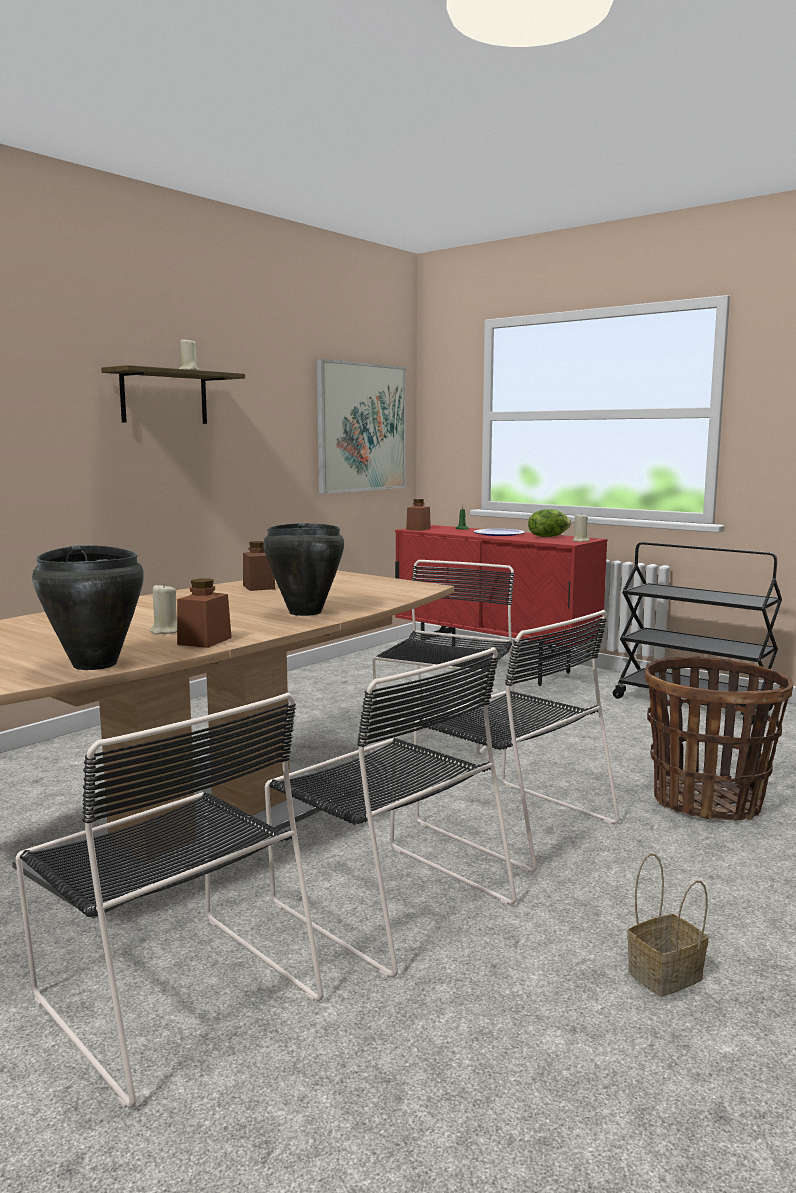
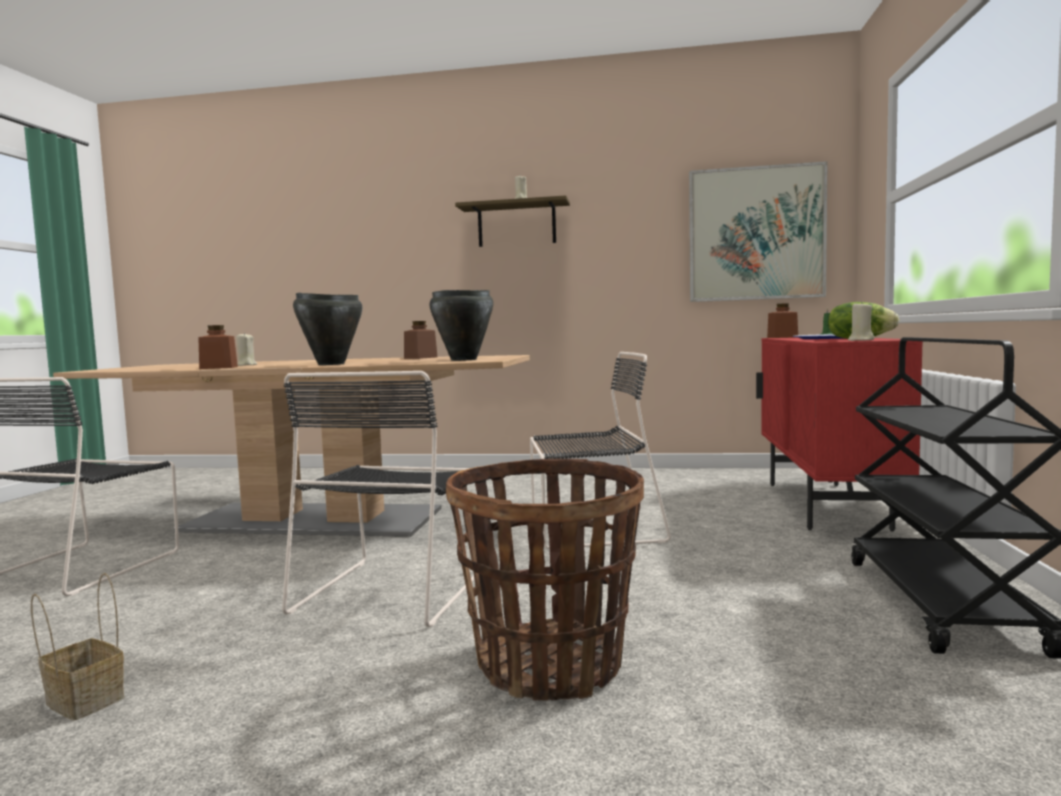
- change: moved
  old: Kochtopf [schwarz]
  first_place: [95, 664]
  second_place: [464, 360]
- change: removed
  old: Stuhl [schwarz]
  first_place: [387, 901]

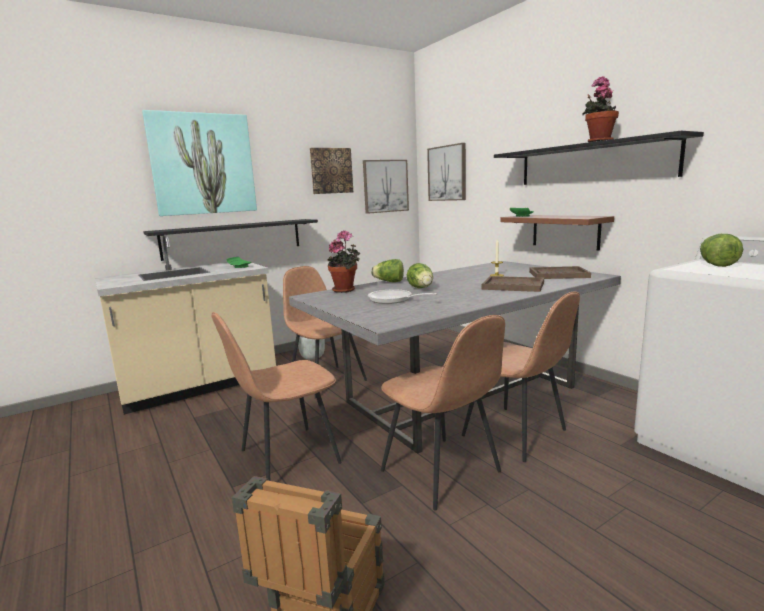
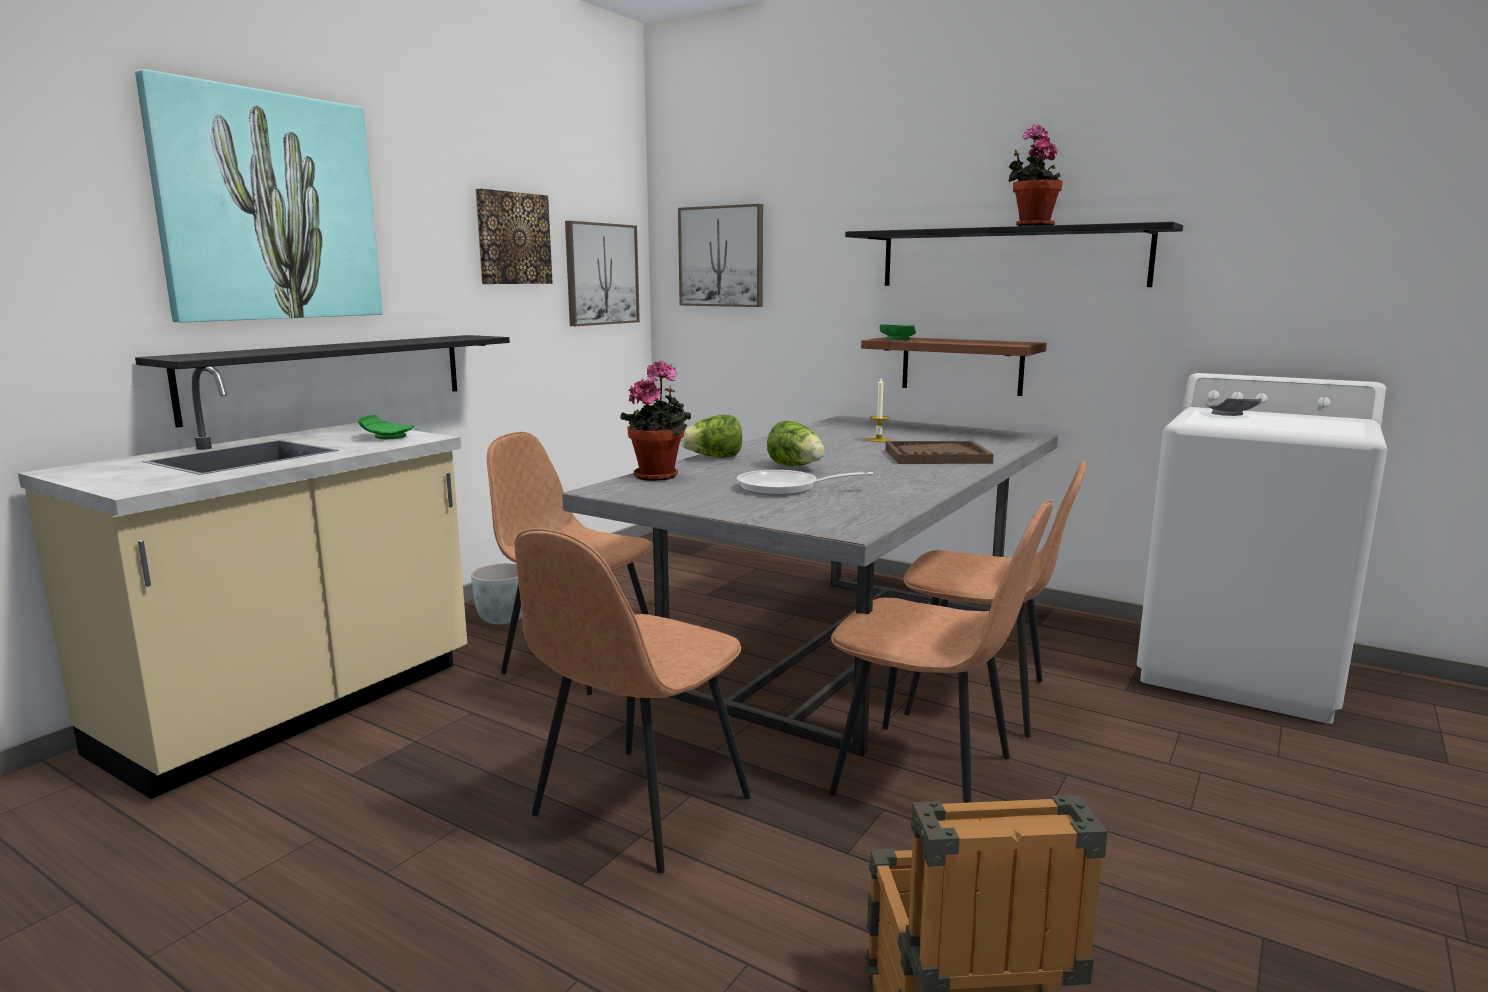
- change: removed
  old: Tablett [braun]
  first_place: [558, 274]
- change: replaced
  old: Salatkopf
  new: Teller [grau]
  first_place: [716, 264]
  second_place: [1229, 415]

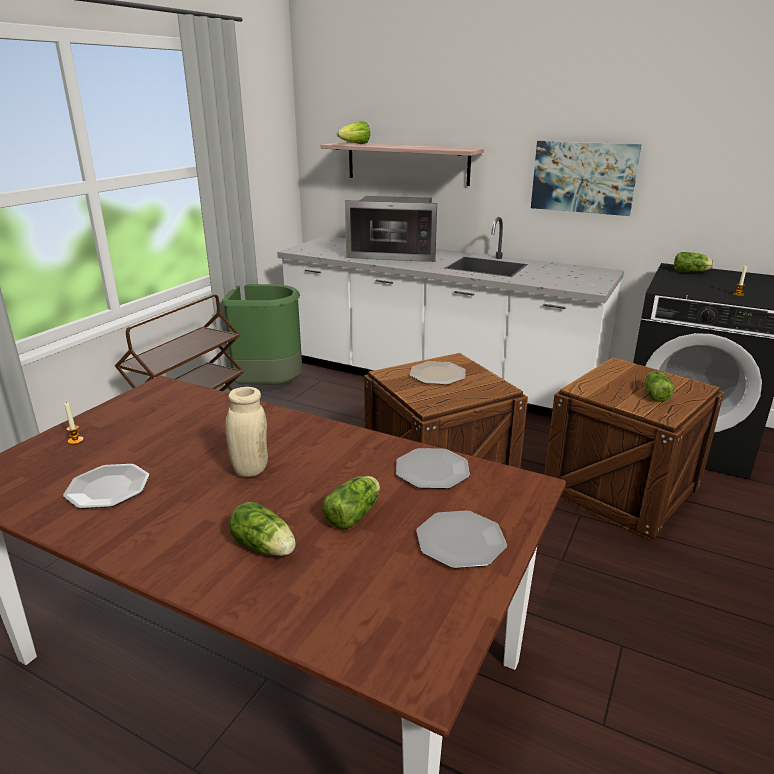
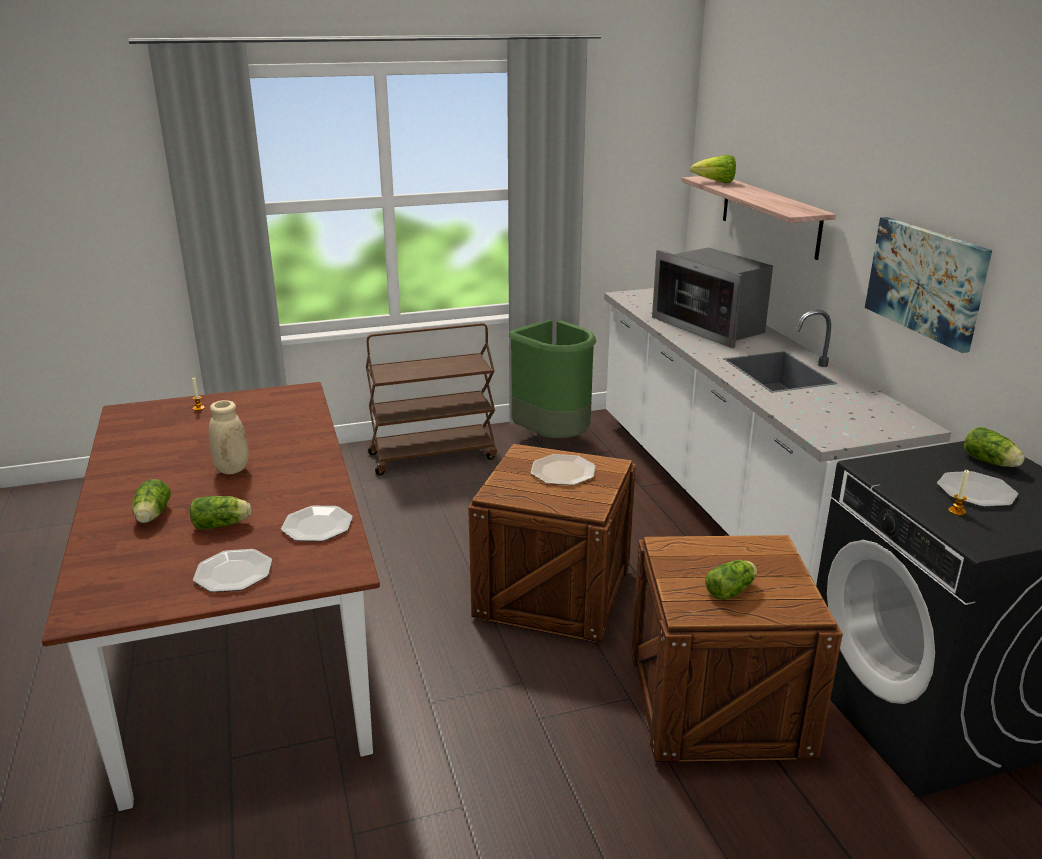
- change: moved
  old: Teller
  first_place: [108, 488]
  second_place: [976, 491]

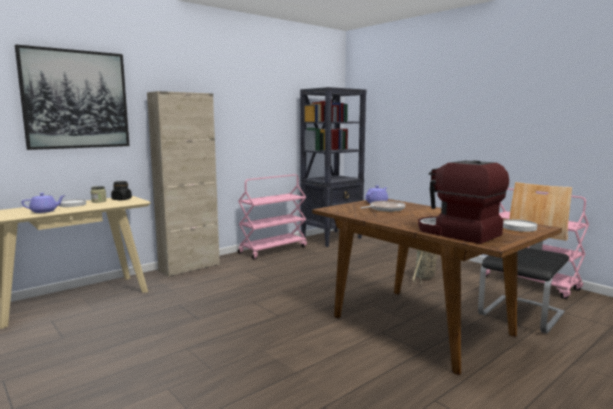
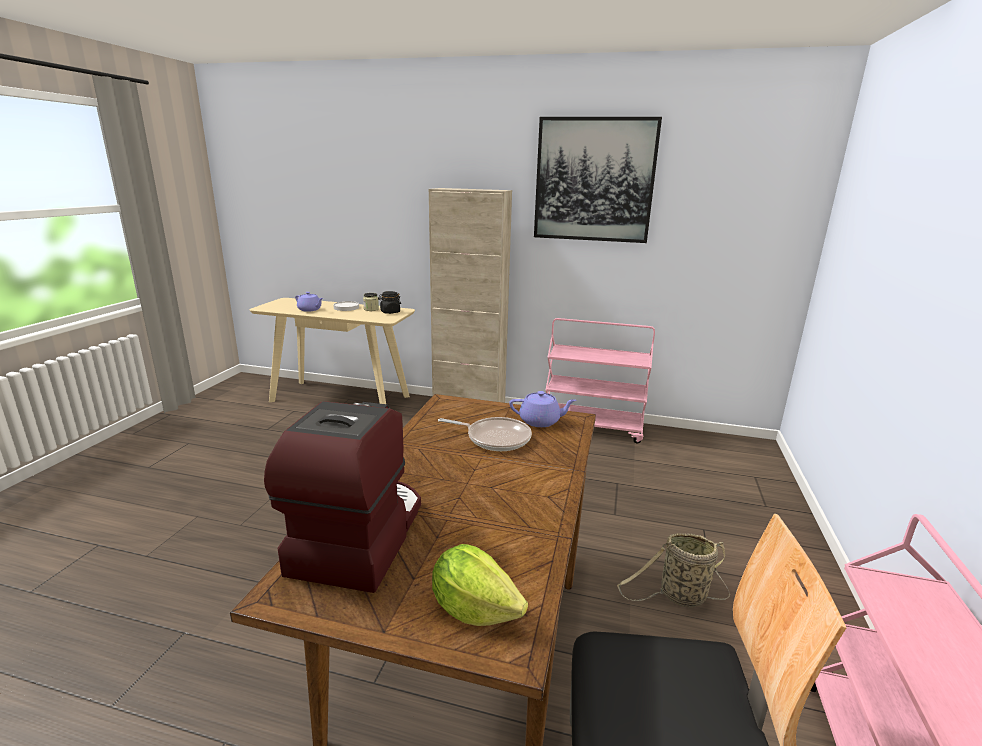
- change: moved
  old: Bild
  first_place: [76, 99]
  second_place: [594, 180]
- change: removed
  old: Bücherregal [schwarz]
  first_place: [332, 238]
- change: replaced
  old: Teller [weiß]
  new: Salatkopf
  first_place: [518, 227]
  second_place: [474, 609]

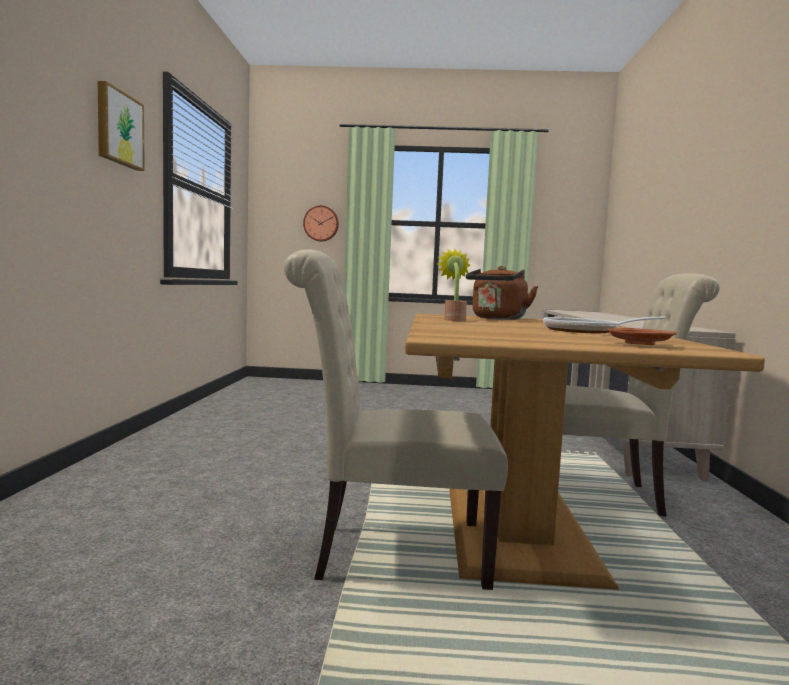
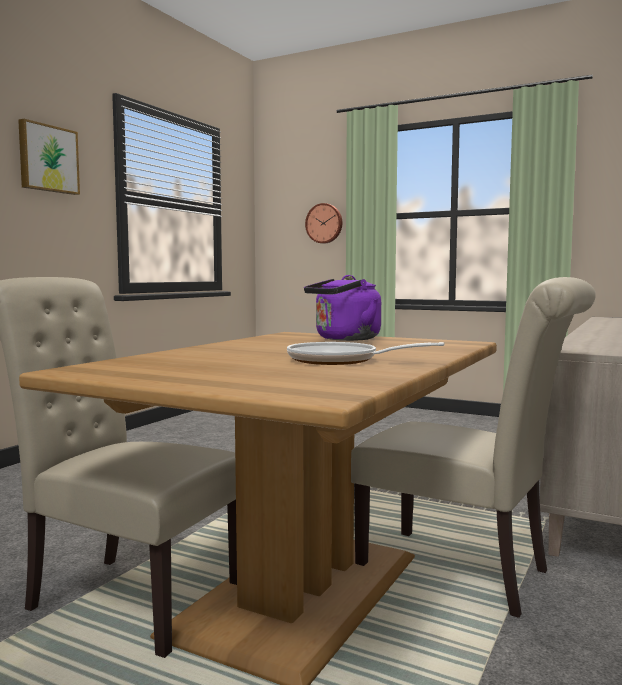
- change: removed
  old: Topfpflanze
  first_place: [453, 320]
- change: recoloured
  old: Wasserkessel [braun]
  new: Wasserkessel [lila]
  first_place: [497, 318]
  second_place: [344, 339]
- change: removed
  old: Teller [braun]
  first_place: [640, 344]

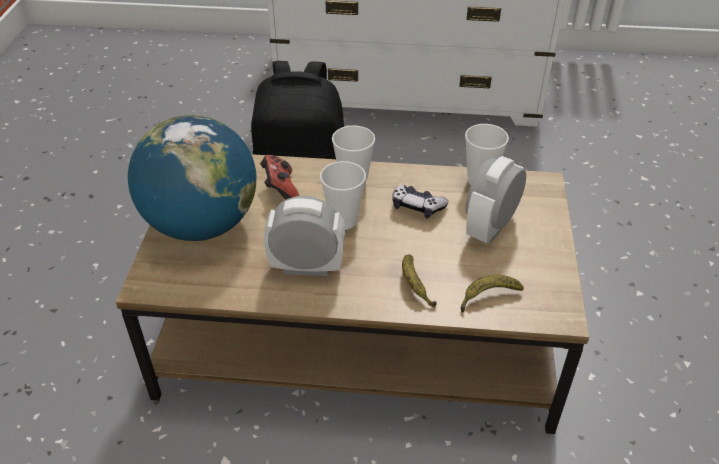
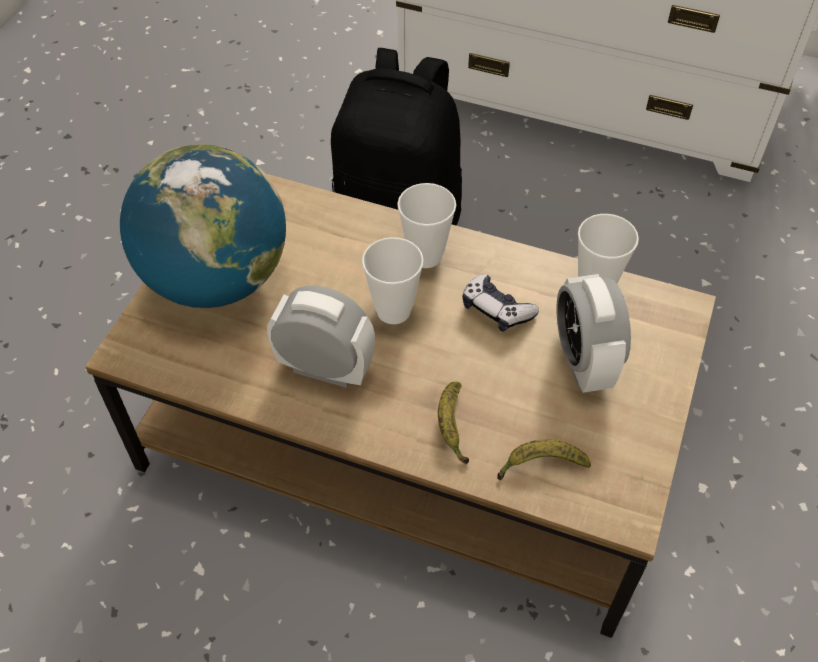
- change: removed
  old: Gamepad
  first_place: [280, 189]
- change: turned
  old: Wecker
  first_place: [490, 227]
  second_place: [583, 361]
  degrees: -60

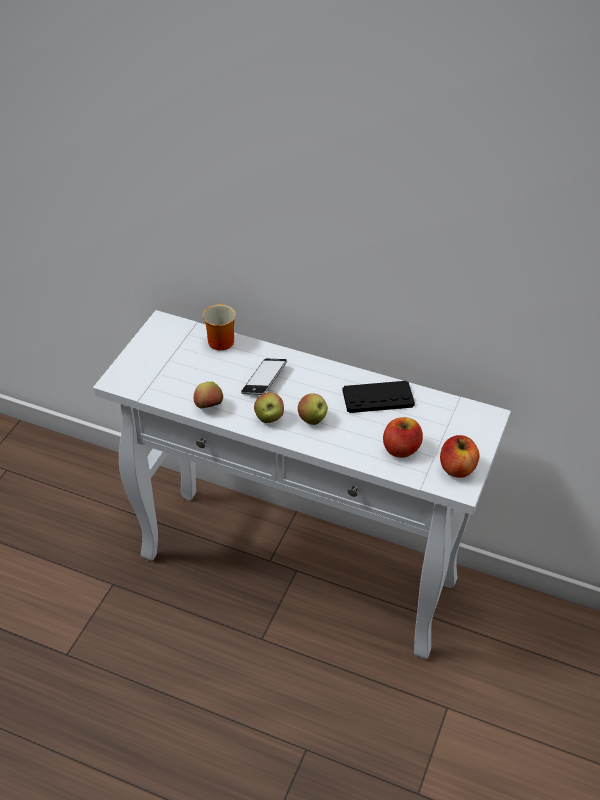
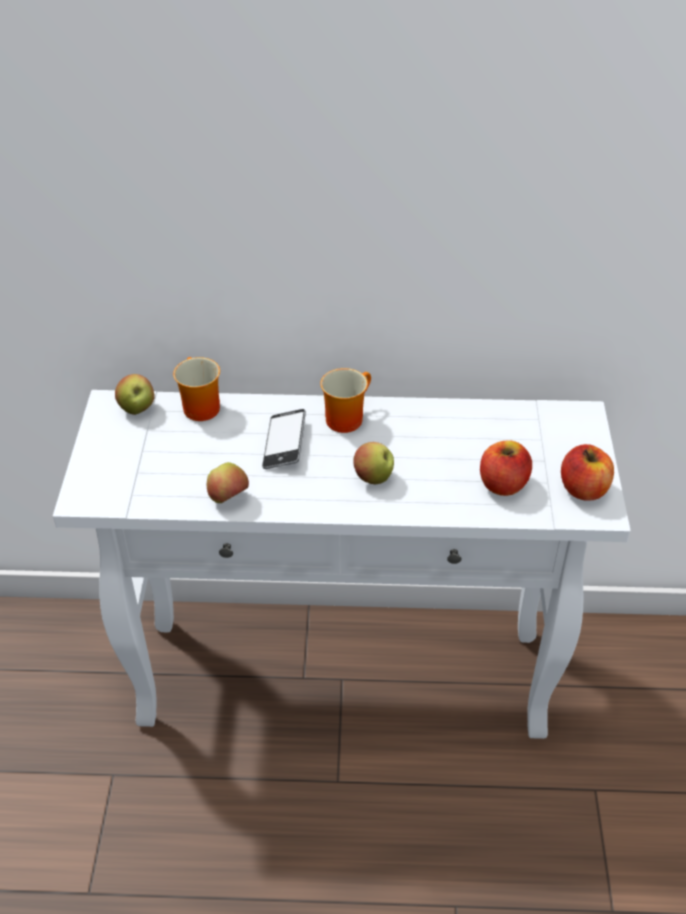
- change: moved
  old: Apfel
  first_place: [269, 418]
  second_place: [137, 409]
- change: removed
  old: Gamepad [schwarz]
  first_place: [378, 398]
- change: added
  new: Henkelbecher
  second_place: [344, 416]

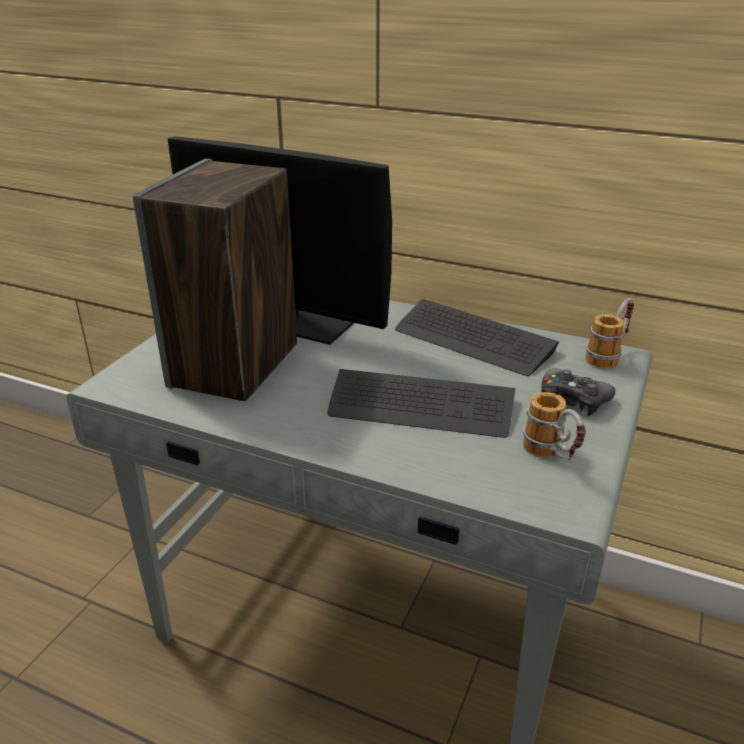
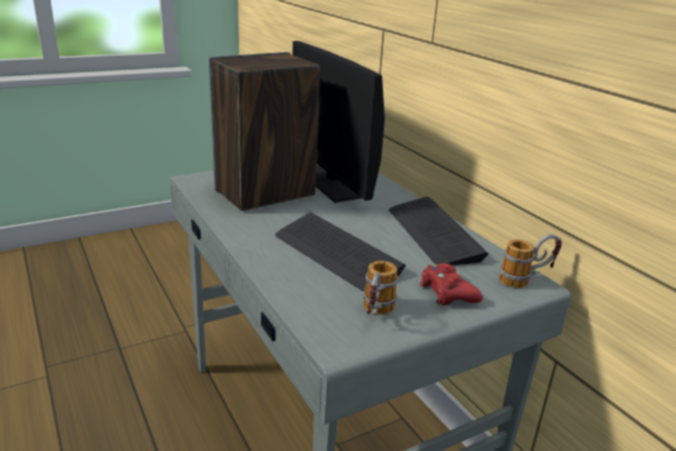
- change: recoloured
  old: Gamepad [schwarz]
  new: Gamepad [rot]
  first_place: [572, 400]
  second_place: [447, 292]

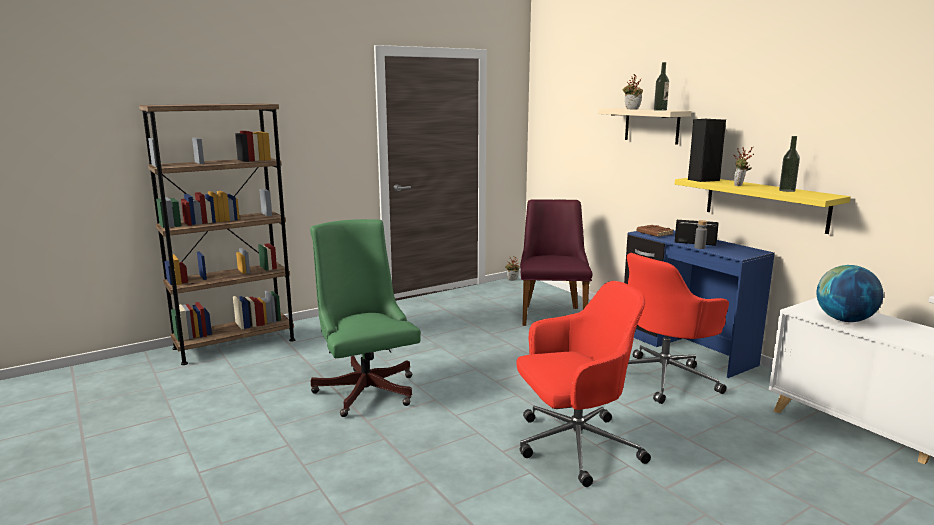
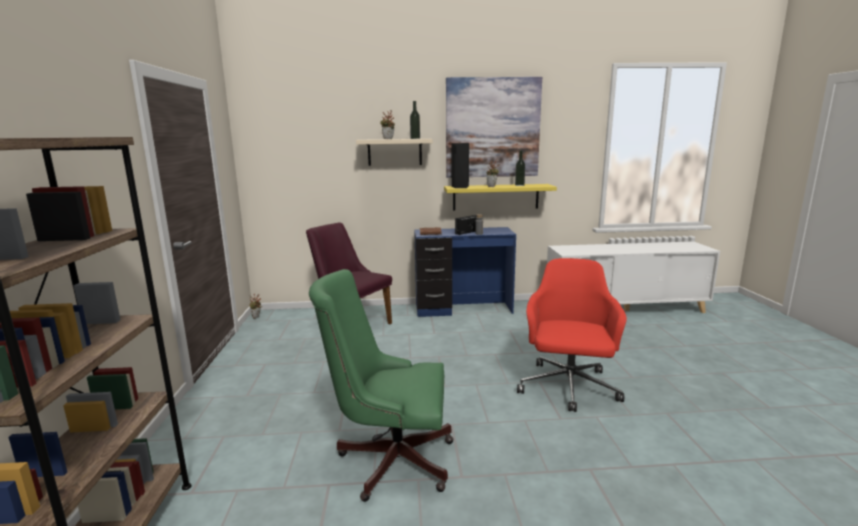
- change: removed
  old: Bürostuhl [rot]
  first_place: [664, 378]
- change: removed
  old: Globus
  first_place: [844, 320]
- change: added
  new: Bild
  second_place: [492, 128]

